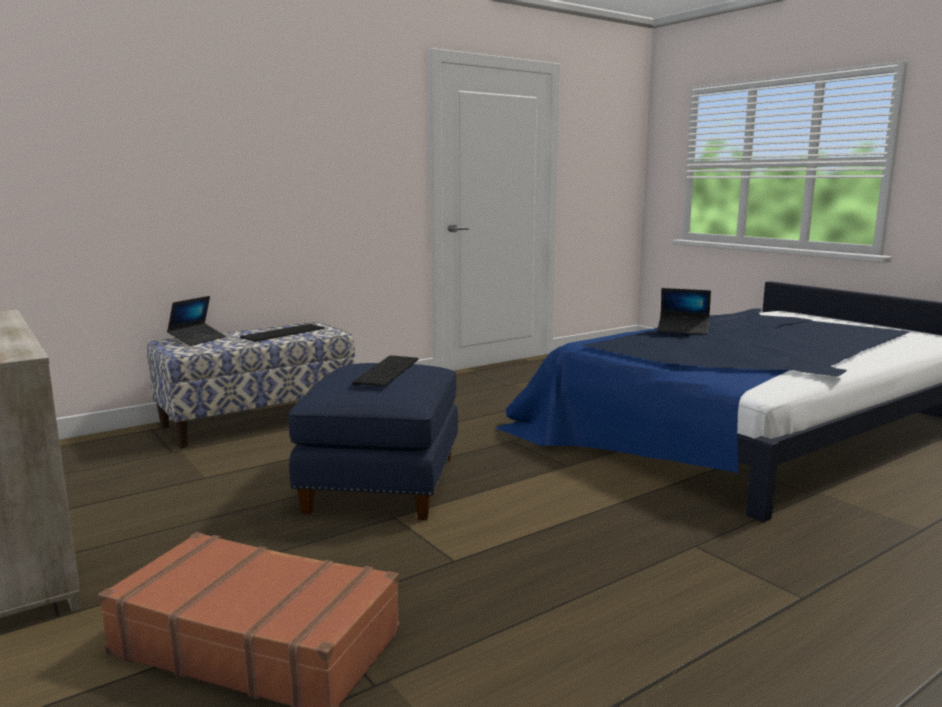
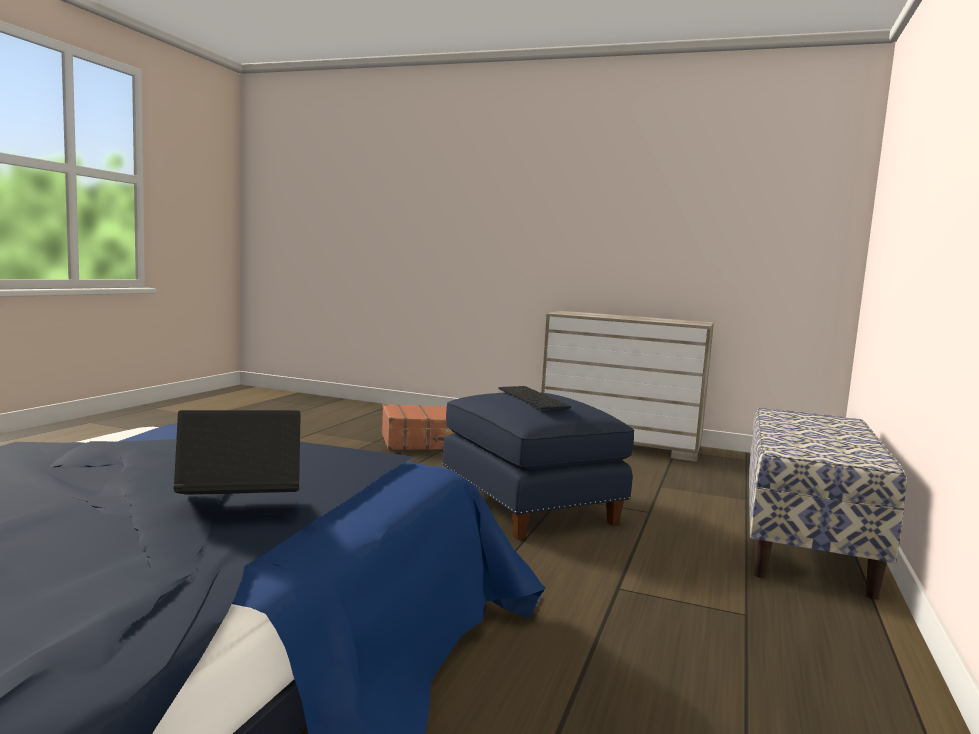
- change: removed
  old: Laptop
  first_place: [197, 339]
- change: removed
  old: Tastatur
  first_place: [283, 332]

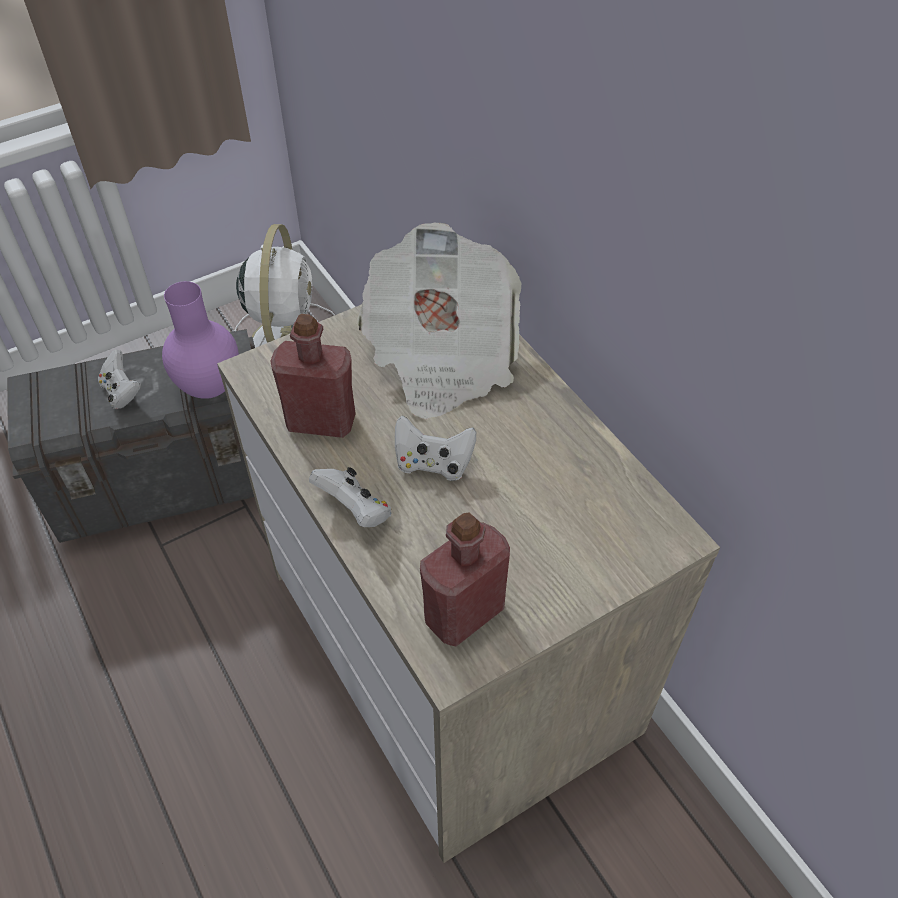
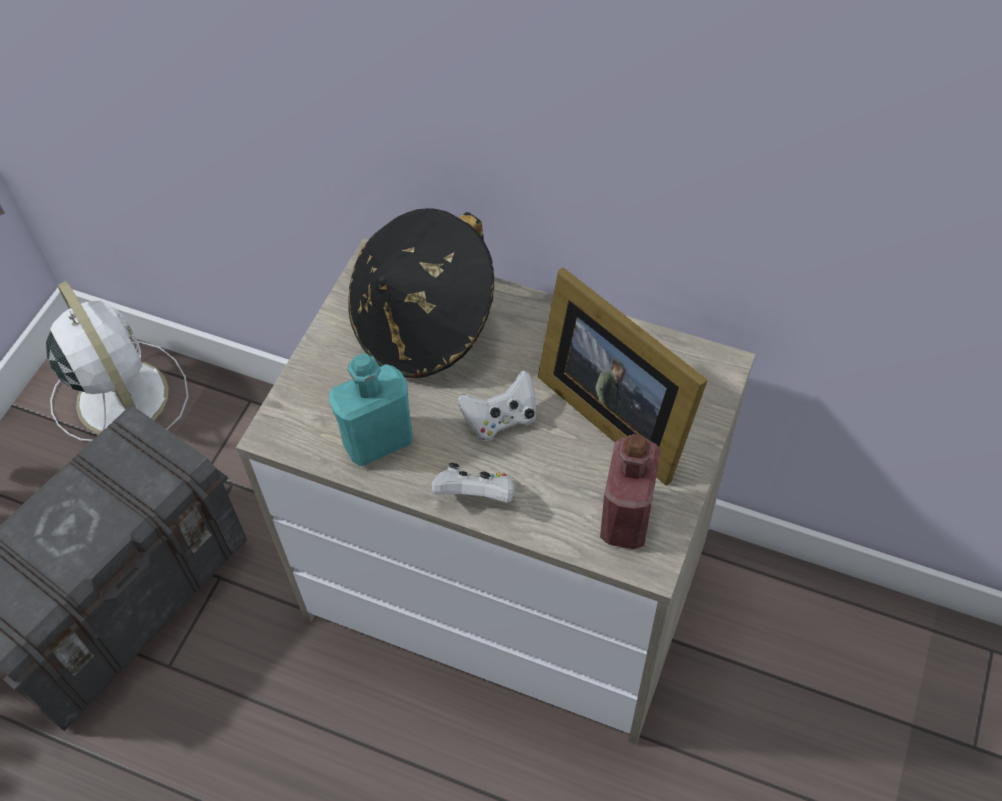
- change: removed
  old: Gamepad [weiß]
  first_place: [122, 392]
- change: removed
  old: Vase [lila]
  first_place: [210, 387]
- change: recoloured
  old: Flasche [rot]
  new: Flasche [türkis]
  first_place: [321, 421]
  second_place: [378, 442]
- change: replaced
  old: Zeitung
  new: Hut [schwarz]
  first_place: [441, 355]
  second_place: [424, 325]
- change: added
  new: Bilderrahmen
  second_place: [614, 410]

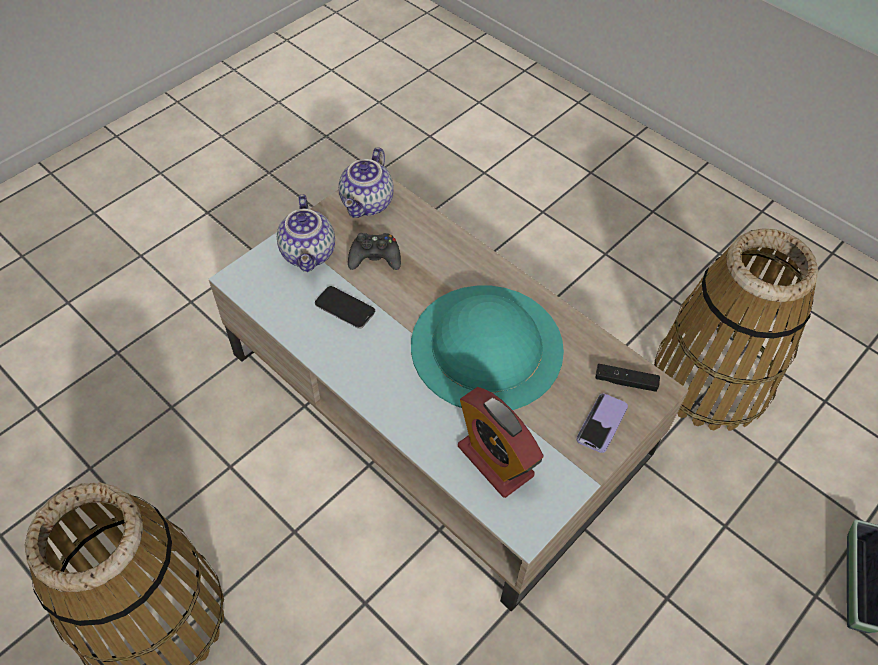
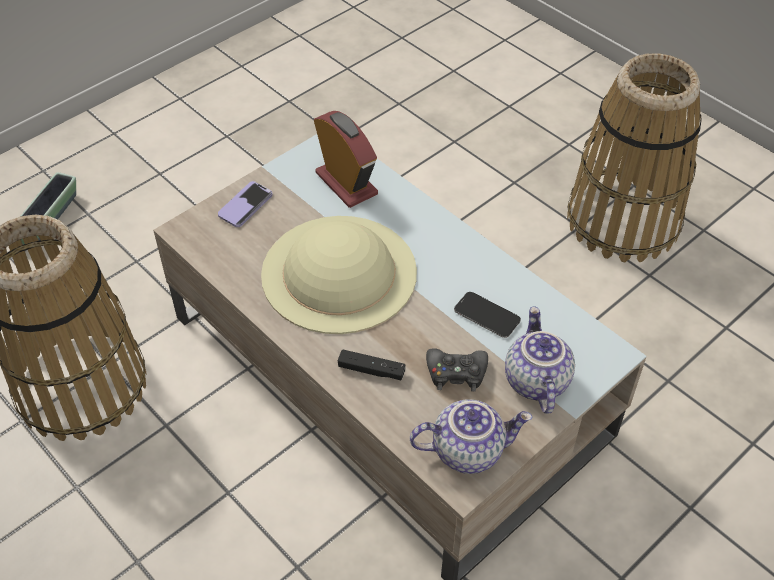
- change: turned
  old: Teekanne
  first_place: [368, 204]
  second_place: [468, 449]
  degrees: 60
- change: recoloured
  old: Hut [türkis]
  new: Hut [beige]
  first_place: [486, 346]
  second_place: [339, 272]
- change: moved
  old: Gamepad [schwarz]
  first_place: [625, 382]
  second_place: [371, 370]

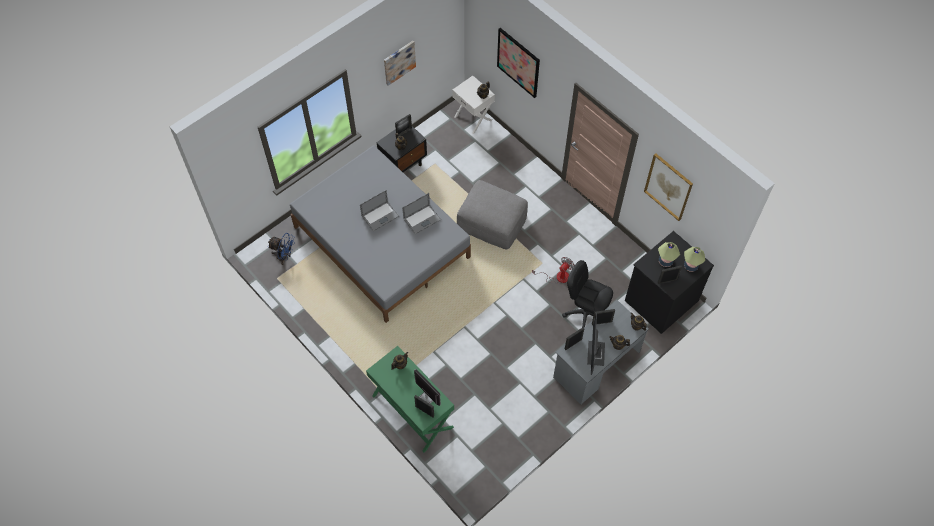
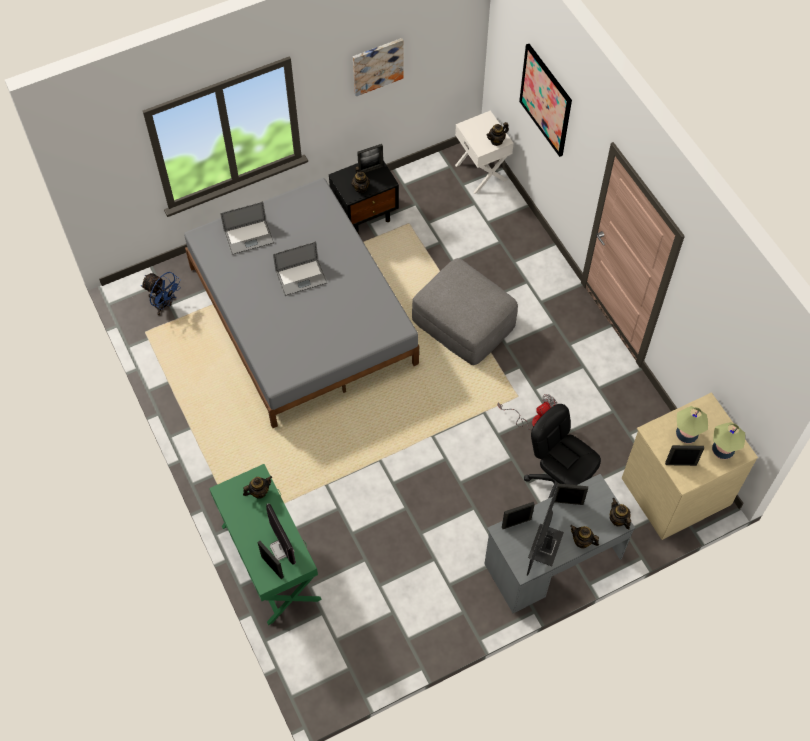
- change: moved
  old: Laptop
  first_place: [422, 219]
  second_place: [249, 237]
- change: recoloured
  old: Kommode [schwarz]
  new: Kommode [beige]
  first_place: [660, 300]
  second_place: [675, 489]
- change: removed
  old: Bild
  first_place: [668, 186]

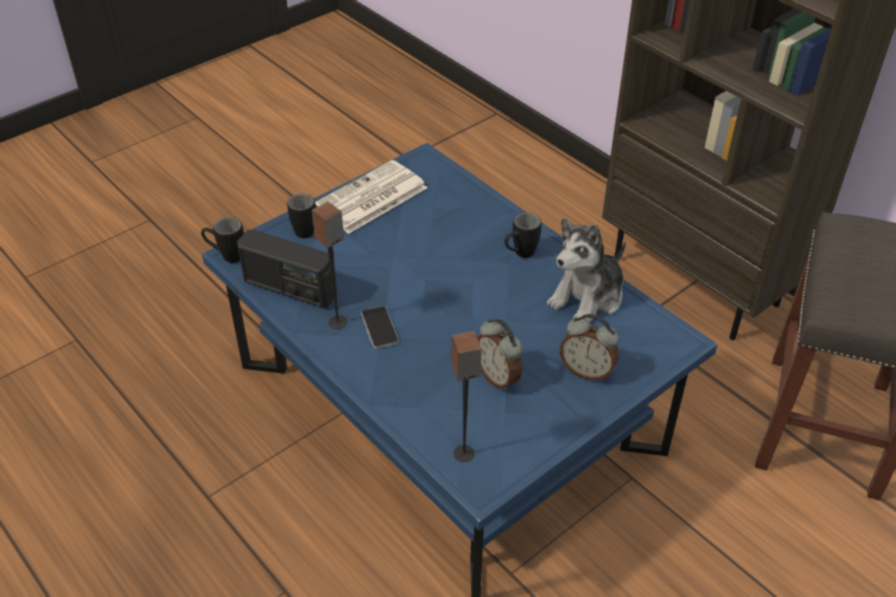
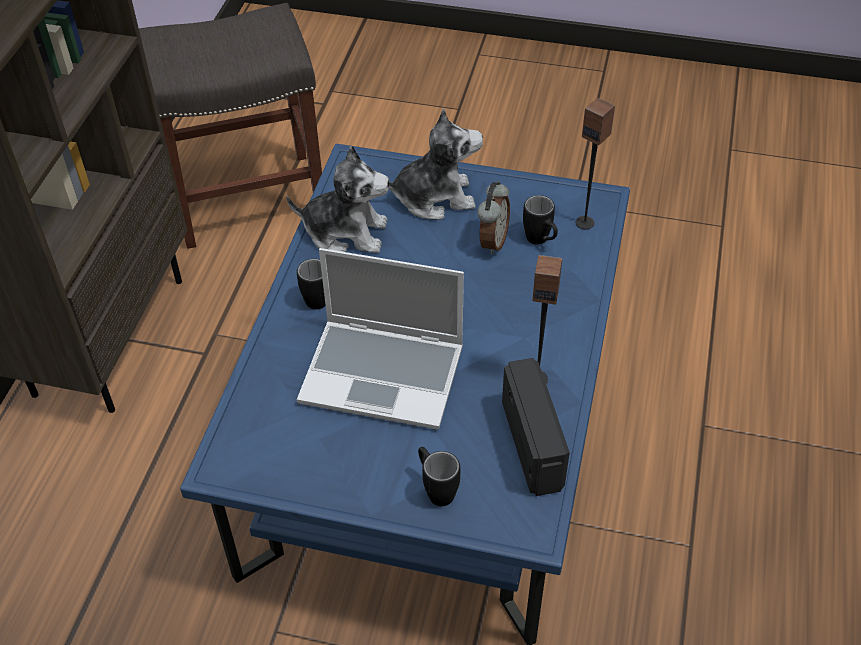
- change: moved
  old: Henkelbecher [schwarz]
  first_place: [226, 256]
  second_place: [541, 241]
- change: removed
  old: Zeitung
  first_place: [370, 198]
- change: removed
  old: Handy
  first_place: [379, 328]
- change: replaced
  old: Wecker
  new: Plüschtier
  first_place: [587, 371]
  second_place: [434, 197]
- change: added
  new: Laptop
  second_place: [385, 374]

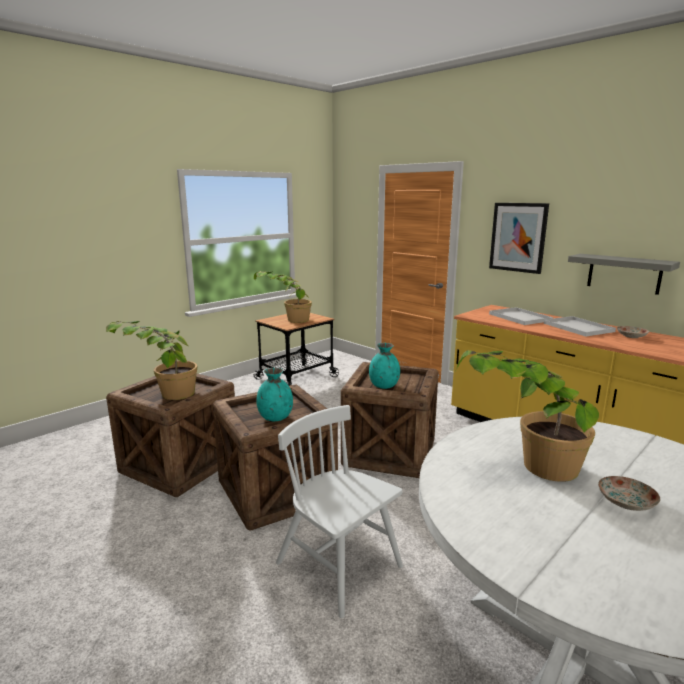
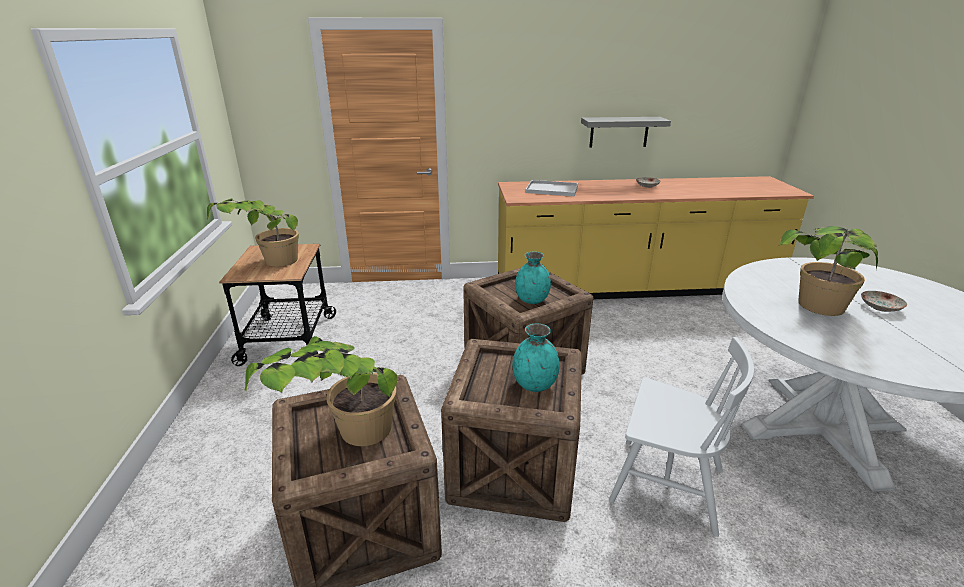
- change: turned
  old: Stuhl [weiß]
  first_place: [339, 565]
  second_place: [666, 485]
  degrees: -150
- change: removed
  old: Bild
  first_place: [518, 237]
- change: removed
  old: Tablett [weiß]
  first_place: [579, 327]

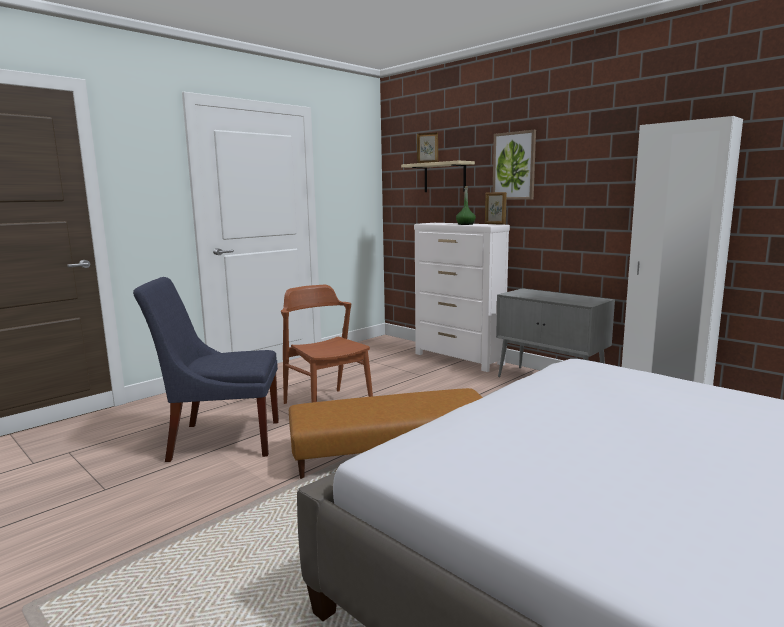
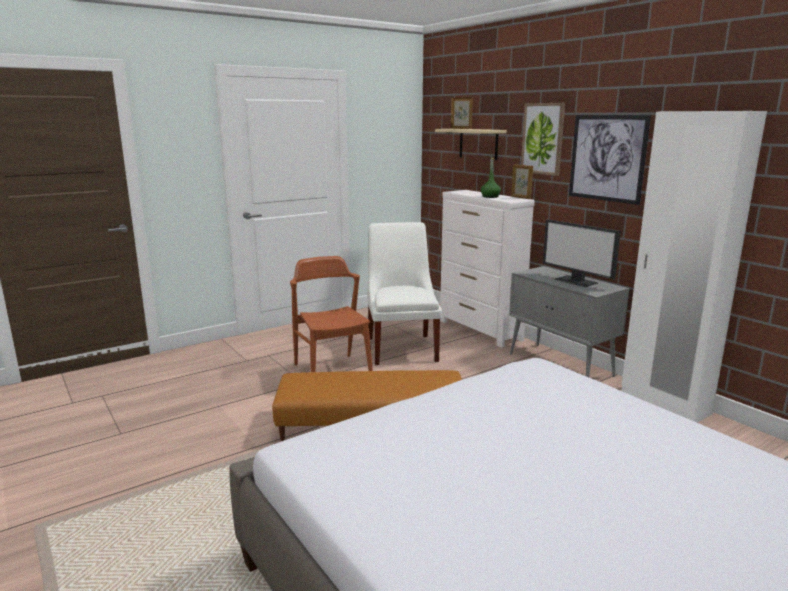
- change: removed
  old: Stuhl [blau]
  first_place: [220, 439]
- change: added
  new: Stuhl [weiß]
  second_place: [402, 347]
- change: added
  new: Monitor
  second_place: [576, 281]
- change: added
  new: Bild
  second_place: [607, 158]

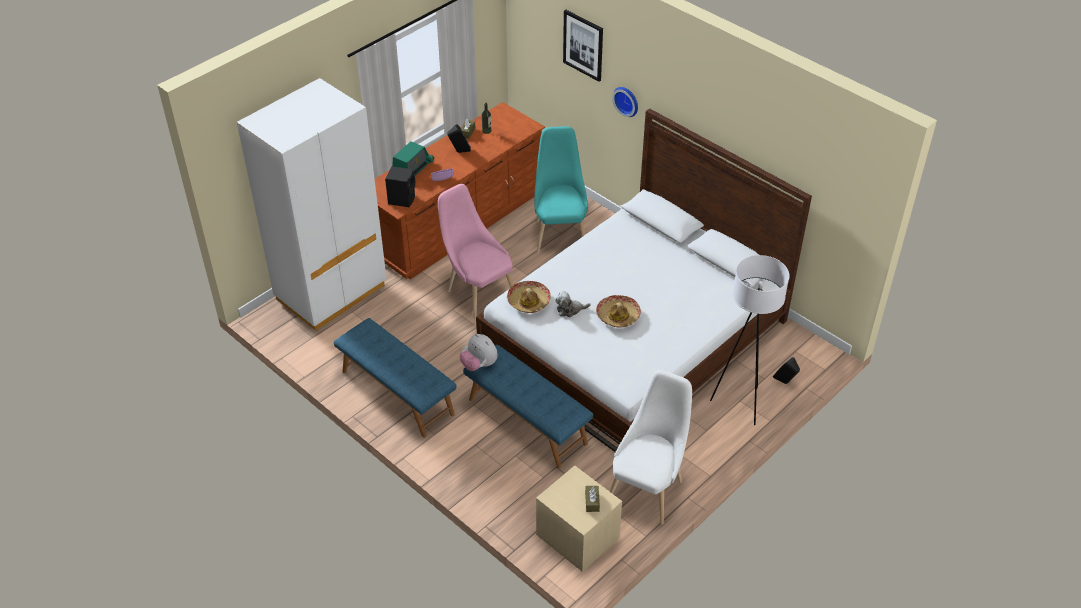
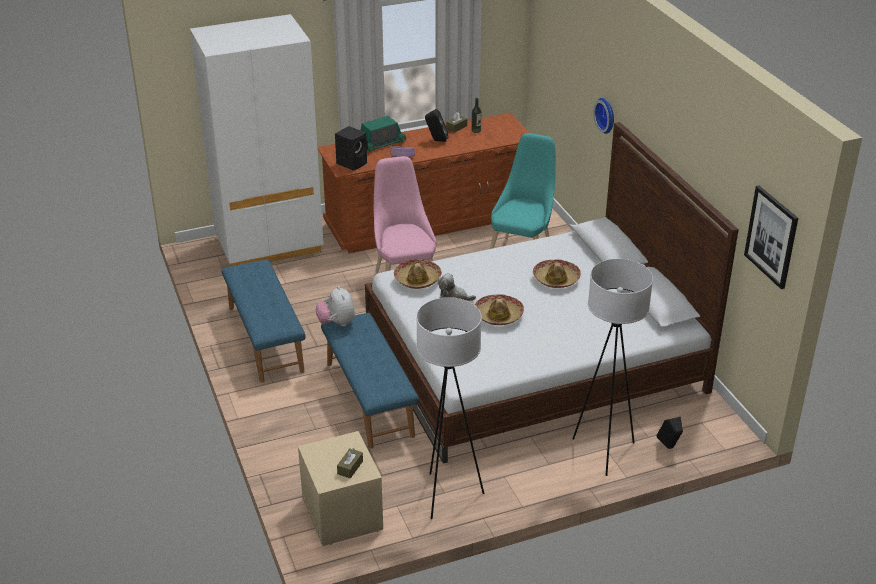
- change: moved
  old: Bild
  first_place: [583, 45]
  second_place: [771, 236]
- change: replaced
  old: Stuhl [weiß]
  new: Stehlampe [weiß]
  first_place: [648, 488]
  second_place: [447, 495]
- change: added
  new: Hut
  second_place: [556, 279]

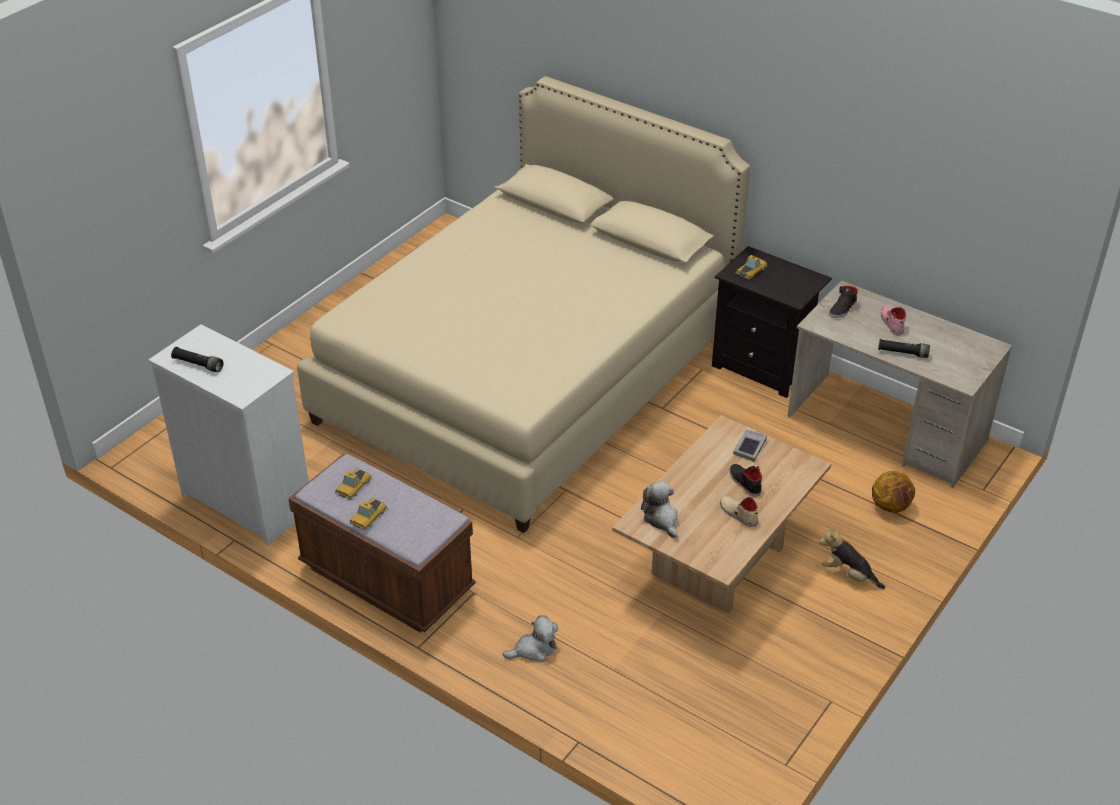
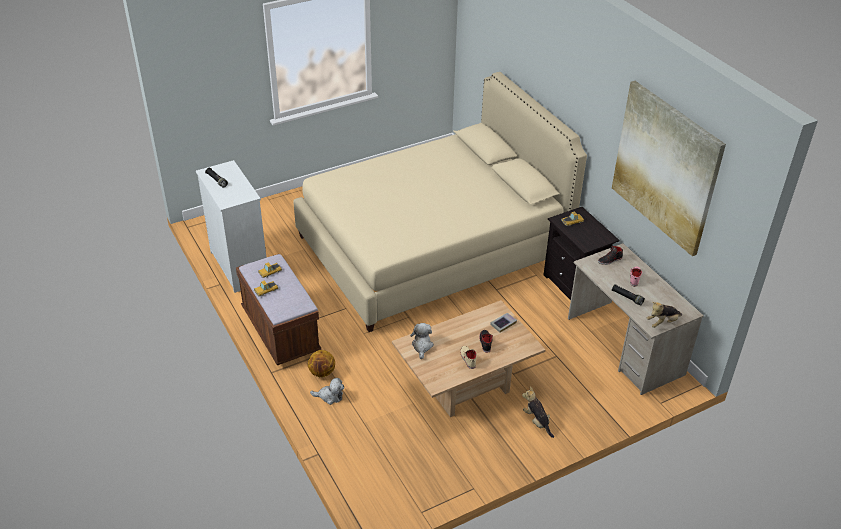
- change: moved
  old: Basketball
  first_place: [891, 506]
  second_place: [322, 372]
- change: added
  new: Bild
  second_place: [666, 167]
- change: added
  new: Plüschtier
  second_place: [662, 323]

